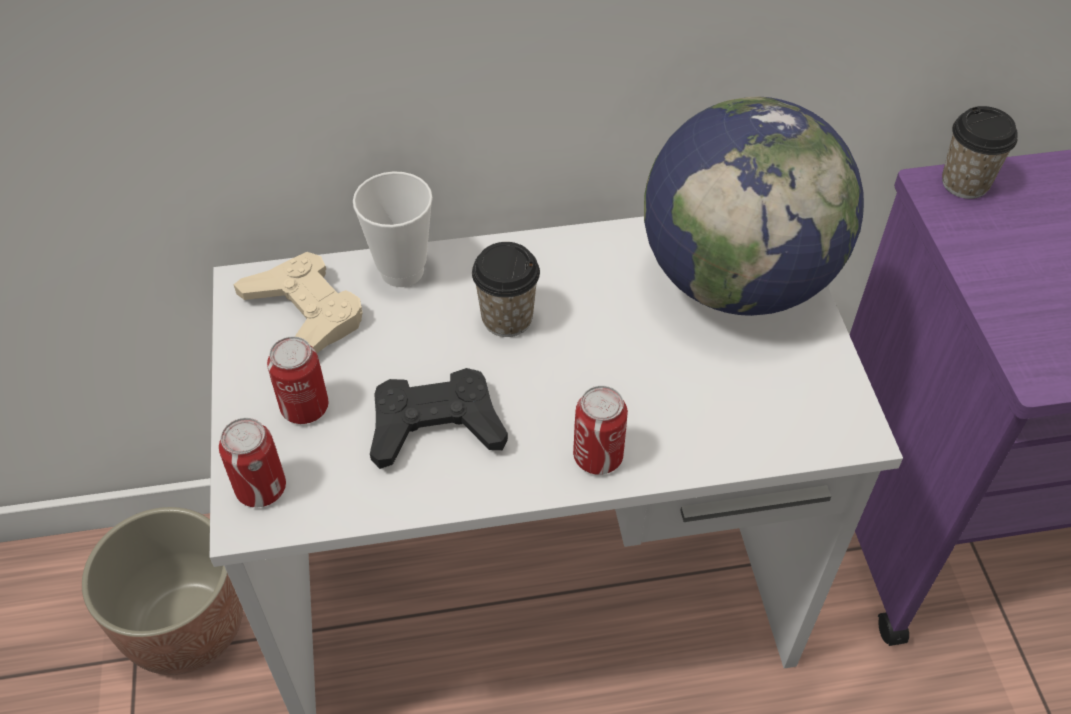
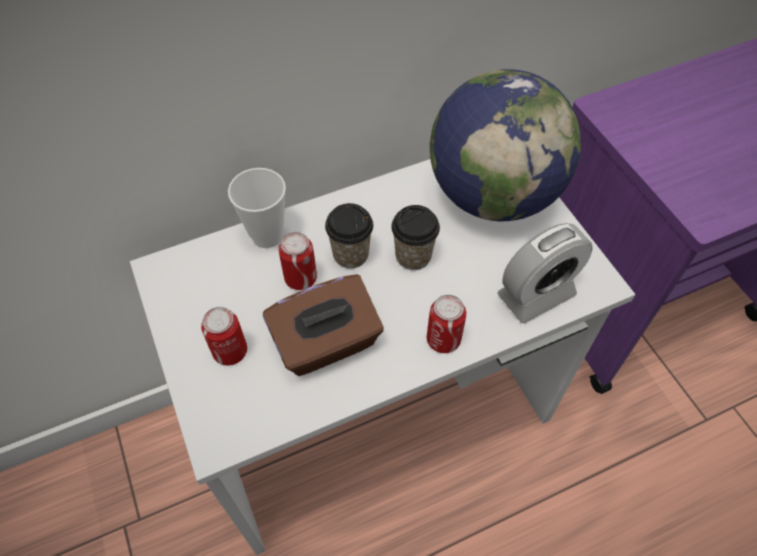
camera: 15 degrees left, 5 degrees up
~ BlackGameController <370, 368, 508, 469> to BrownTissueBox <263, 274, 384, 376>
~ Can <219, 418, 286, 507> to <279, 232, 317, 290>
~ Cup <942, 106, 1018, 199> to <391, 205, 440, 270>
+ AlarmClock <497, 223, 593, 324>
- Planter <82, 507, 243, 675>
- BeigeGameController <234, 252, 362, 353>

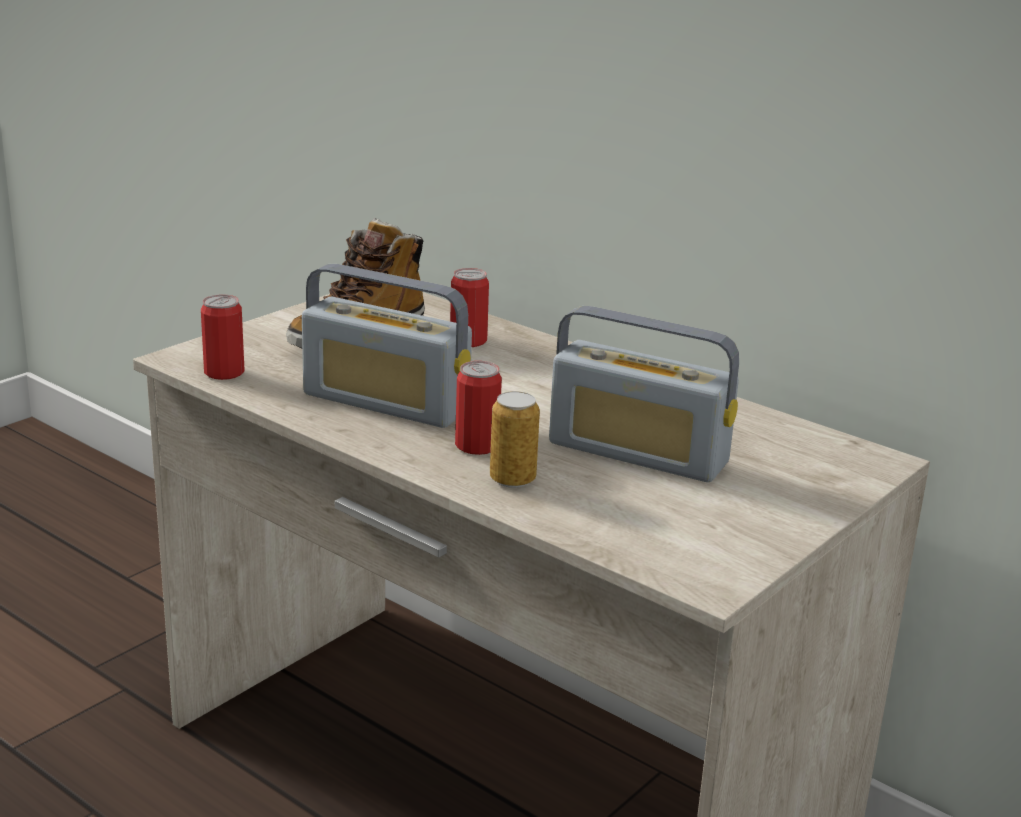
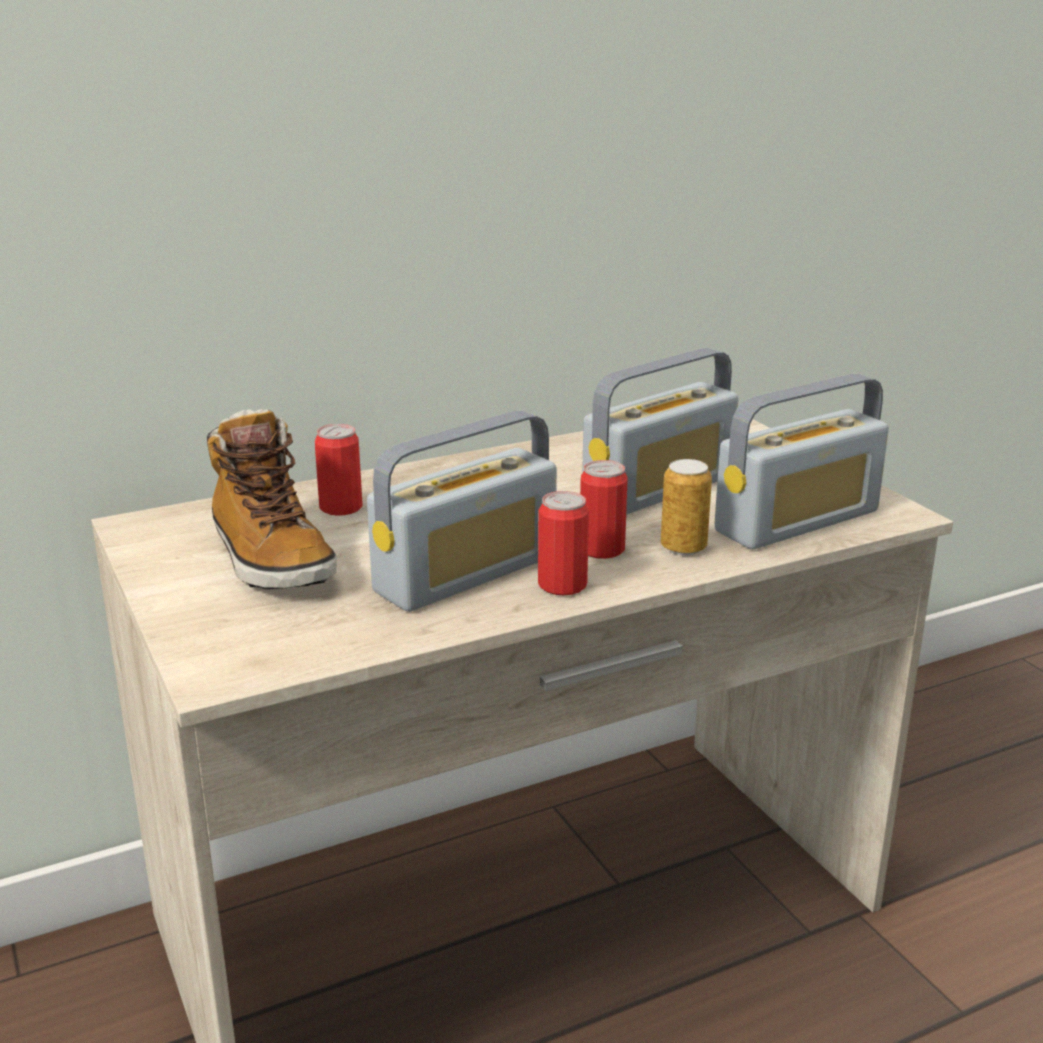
camera: 65 degrees left, 0 degrees up
~ Can <201, 294, 245, 380> to <538, 491, 589, 595>
+ Radio <714, 374, 889, 549>

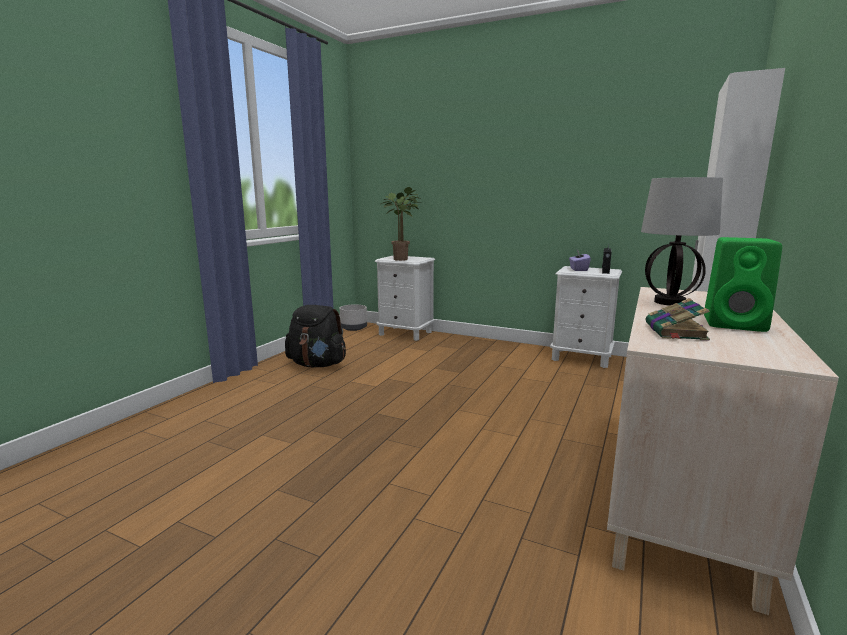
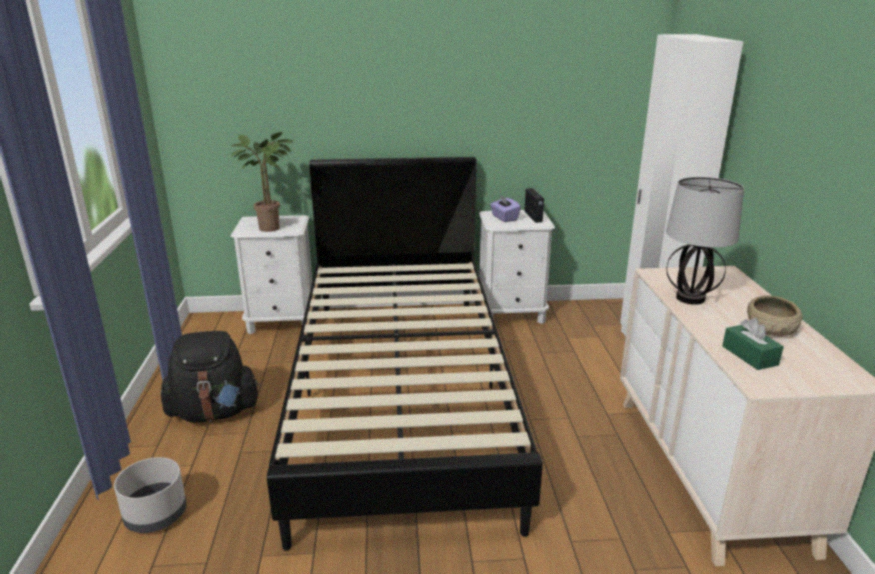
camera: 30 degrees left, 10 degrees up
~ GreyPlanter <340, 304, 367, 331> to <114, 457, 187, 533>
+ BlackBed <267, 157, 543, 551>
~ Book <646, 298, 710, 341> to GreenTissueBox <722, 318, 784, 370>
~ GreenSpeaker <704, 237, 782, 332> to BeigeBowl <747, 295, 803, 336>

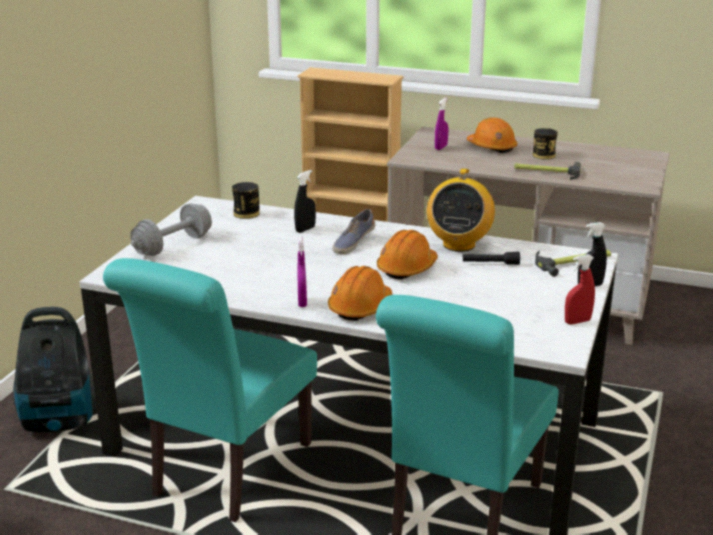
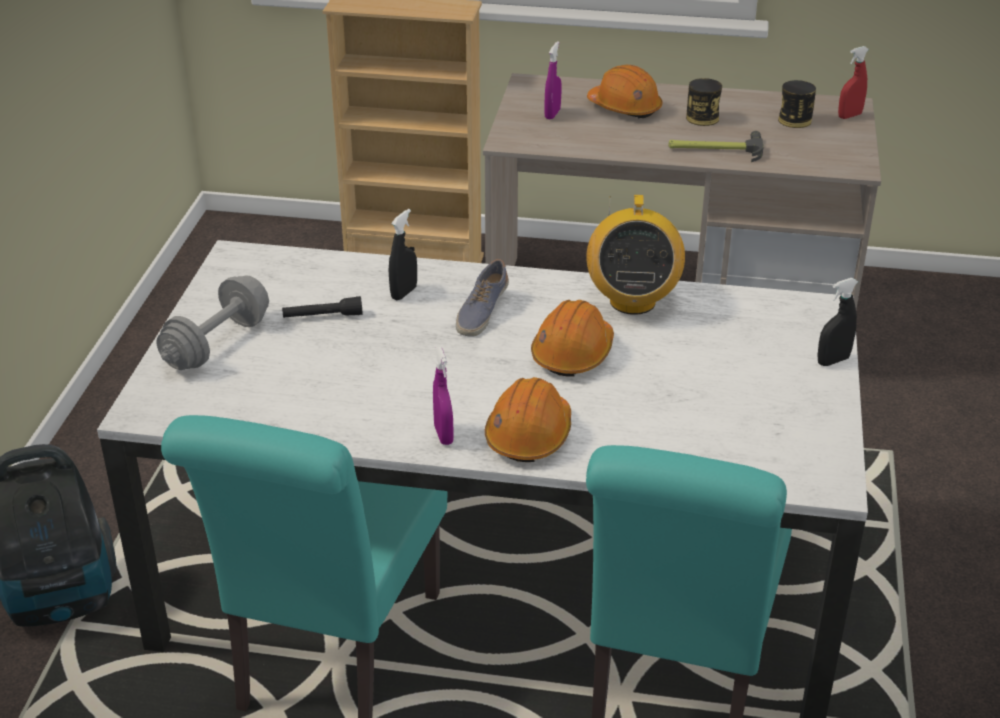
camera: 10 degrees left, 10 degrees up
~ BlackFlashlight <463, 252, 520, 265> to <282, 296, 363, 318>
~ Can <232, 182, 260, 219> to <778, 80, 816, 128>
~ RedSprayBottle <565, 254, 595, 324> to <838, 46, 869, 119>
- Hammer <535, 249, 611, 277>

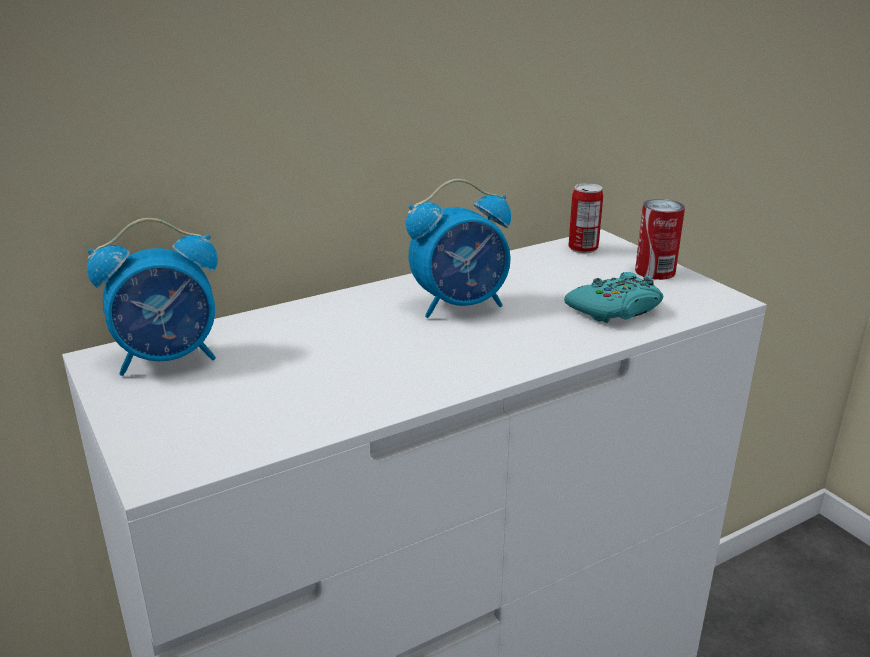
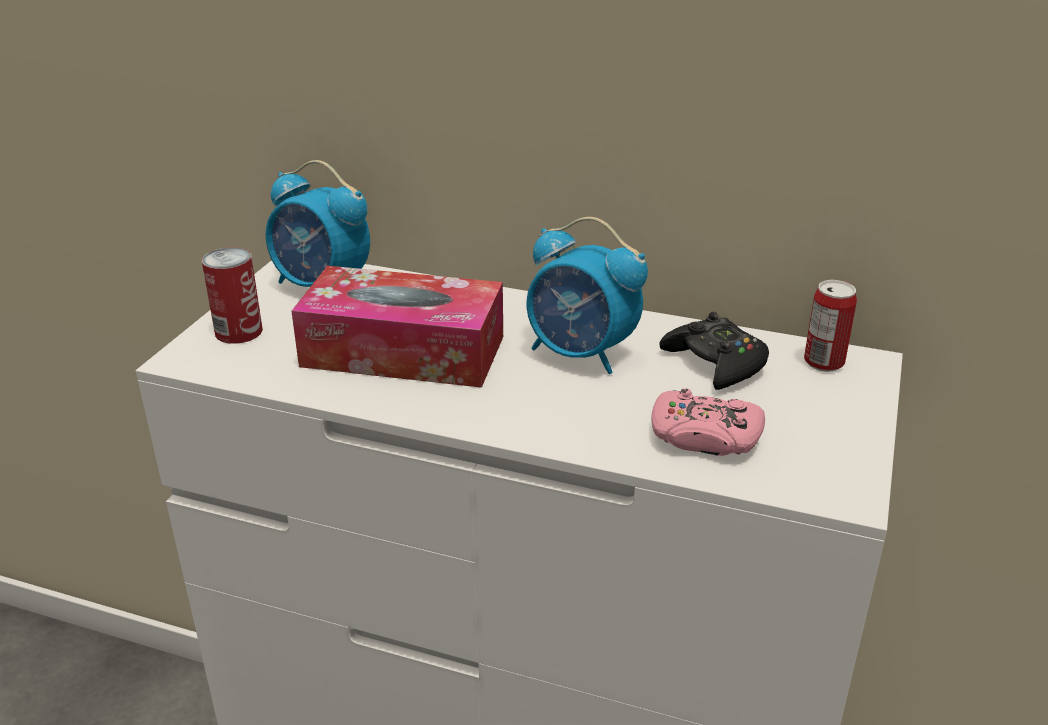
camera: 50 degrees right, 5 degrees up
~ Can <635, 199, 685, 280> to <202, 247, 263, 344>
+ TissueBox <291, 266, 503, 388>
~ TurquoiseGameController <564, 272, 663, 323> to PinkGameController <651, 388, 765, 456>
+ BlackGameController <660, 312, 769, 390>

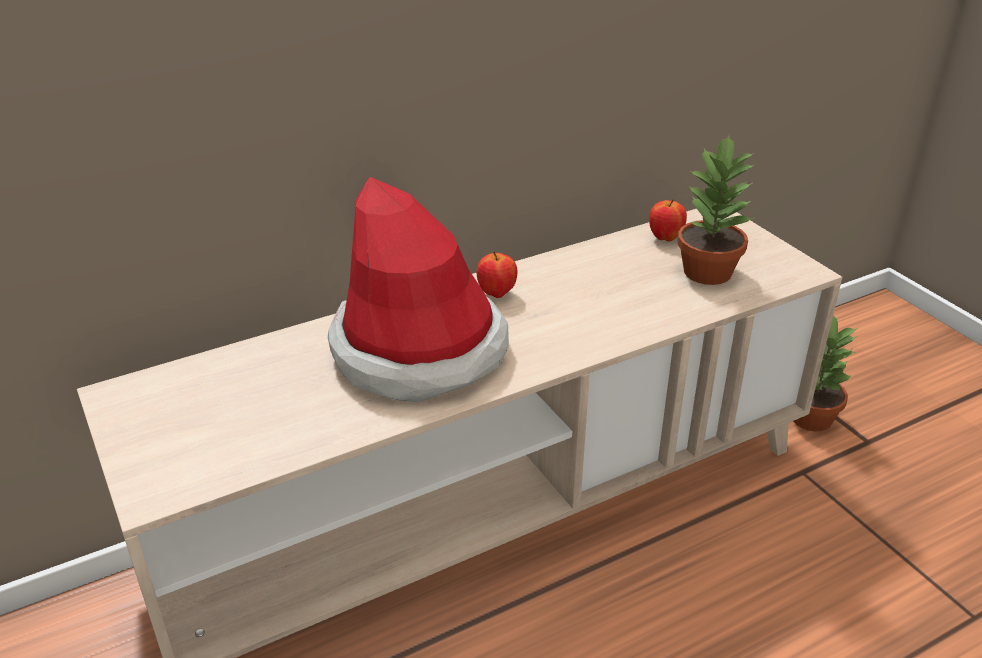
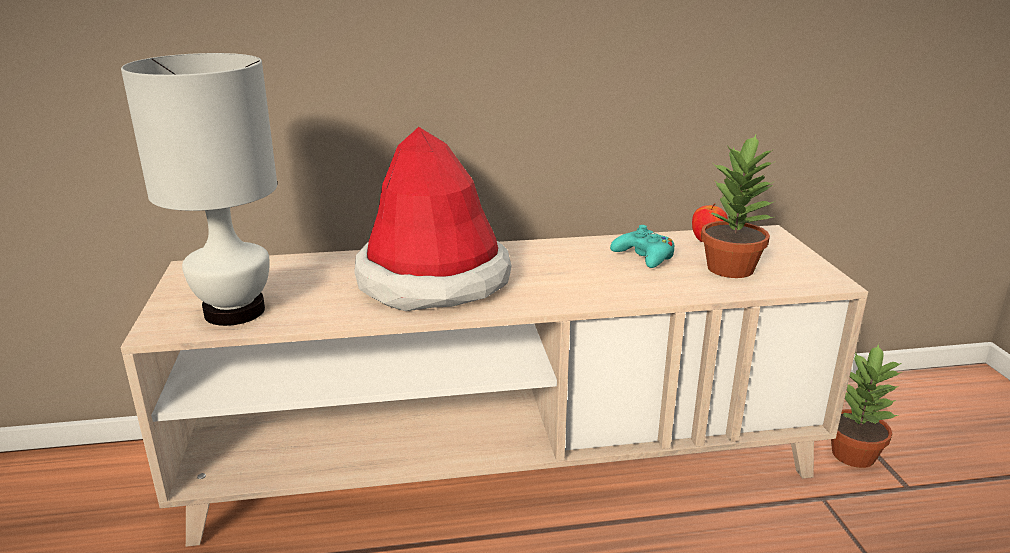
camera: 20 degrees right, 10 degrees down
+ WhiteTableLamp <121, 53, 277, 326>
+ TurquoiseGameController <610, 225, 675, 268>
- Apple <476, 251, 518, 298>

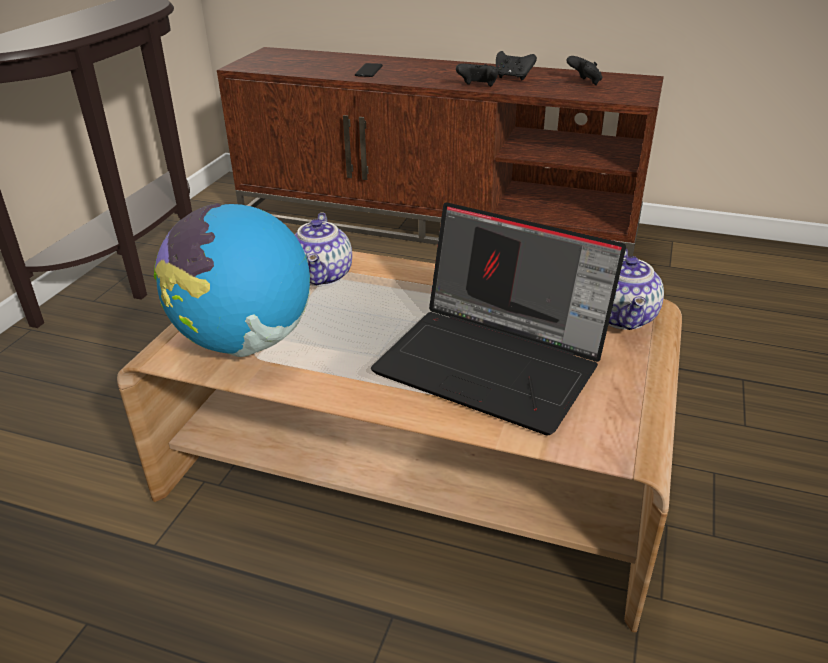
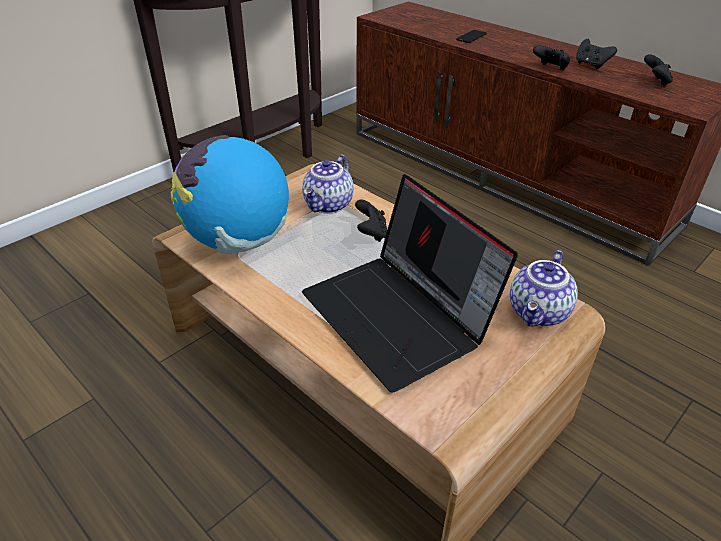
camera: 25 degrees right, 5 degrees up
+ BlackGameController <355, 200, 387, 242>

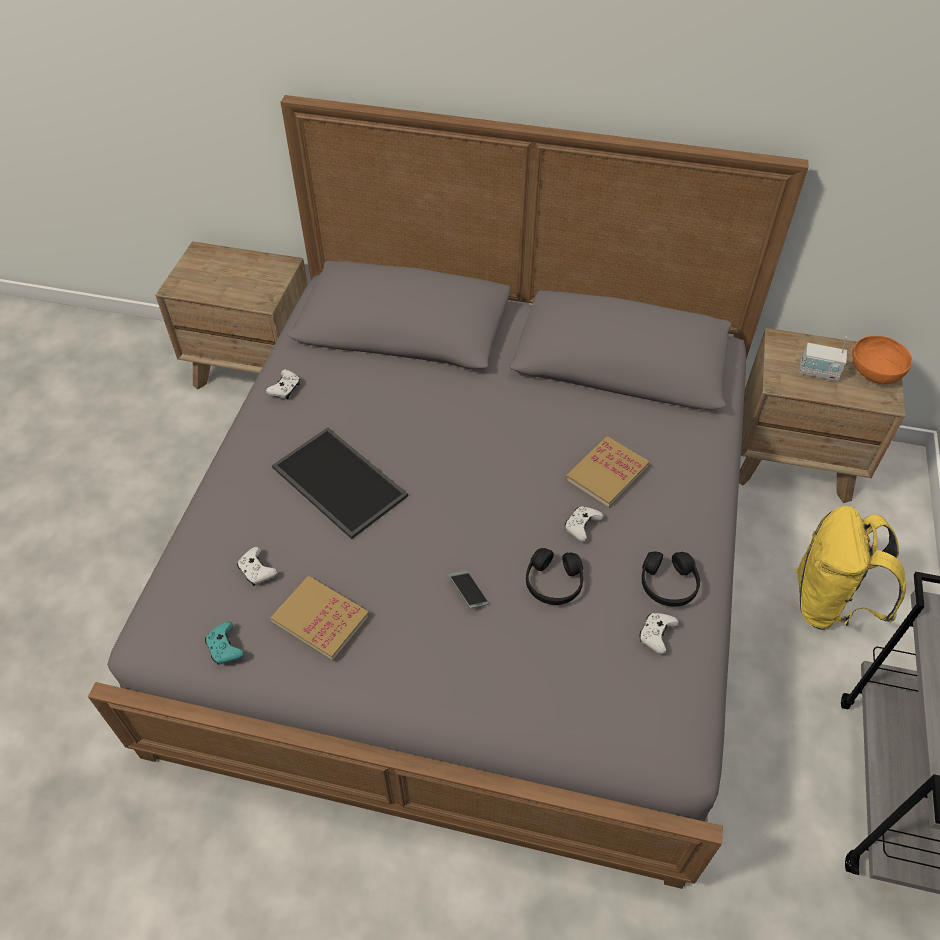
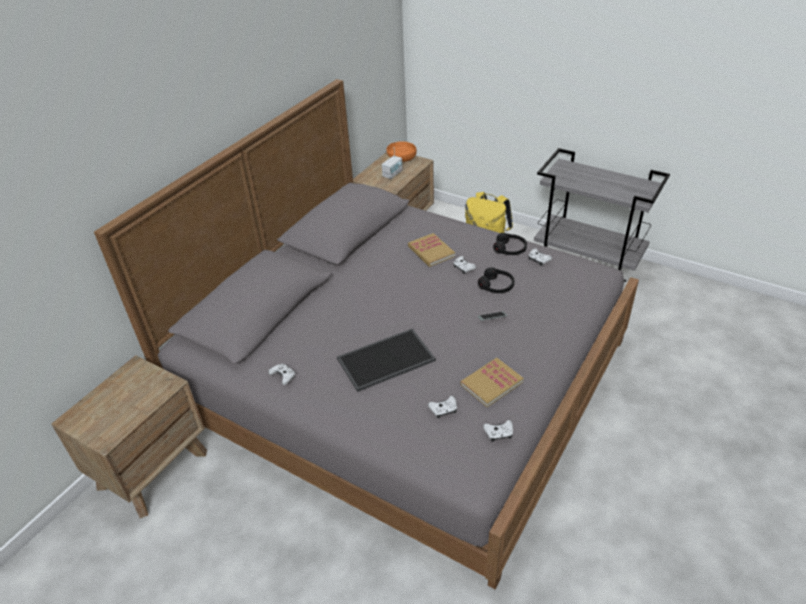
camera: 70 degrees left, 10 degrees down
~ TurquoiseGameController <205, 621, 245, 665> to WhiteGameController <483, 420, 513, 442>

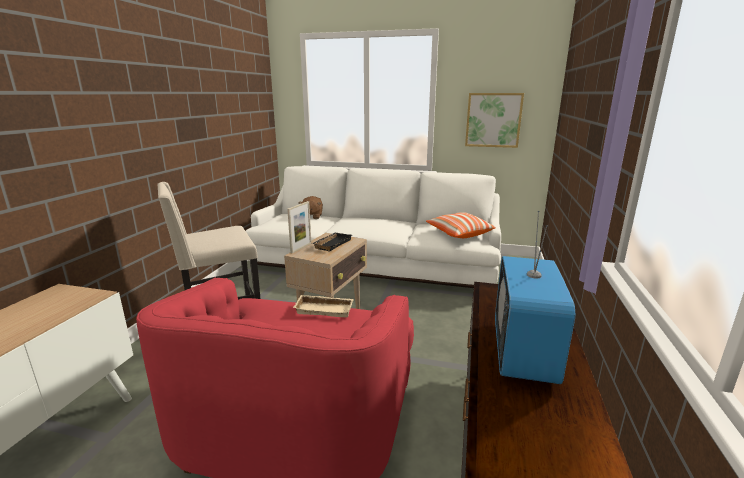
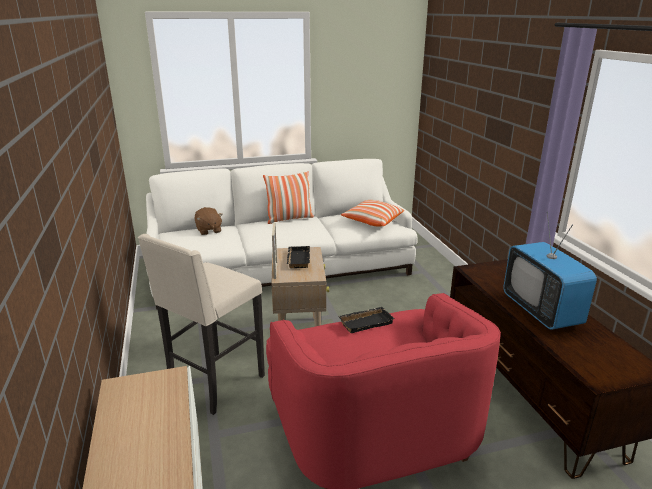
camera: 30 degrees left, 5 degrees up
+ Pillow <263, 171, 314, 224>
~ BeigeTray <293, 295, 354, 317> to BlackTray <338, 307, 395, 333>
- Picture <465, 93, 524, 148>

